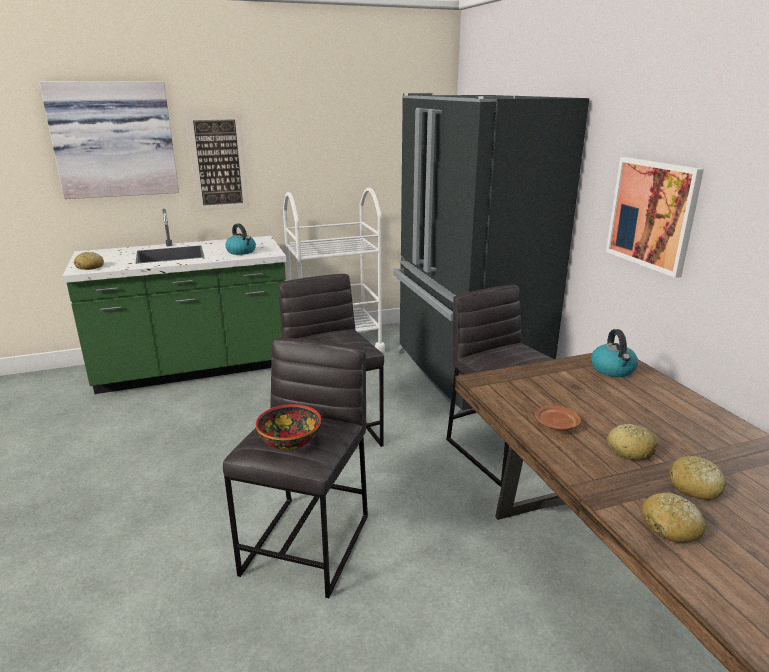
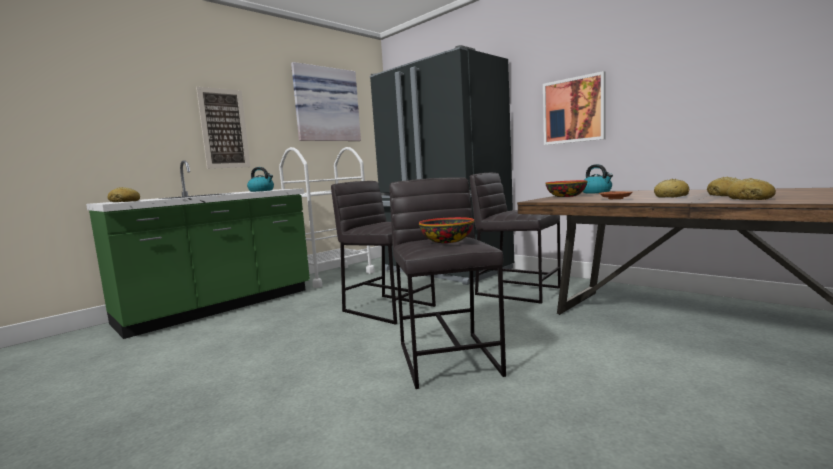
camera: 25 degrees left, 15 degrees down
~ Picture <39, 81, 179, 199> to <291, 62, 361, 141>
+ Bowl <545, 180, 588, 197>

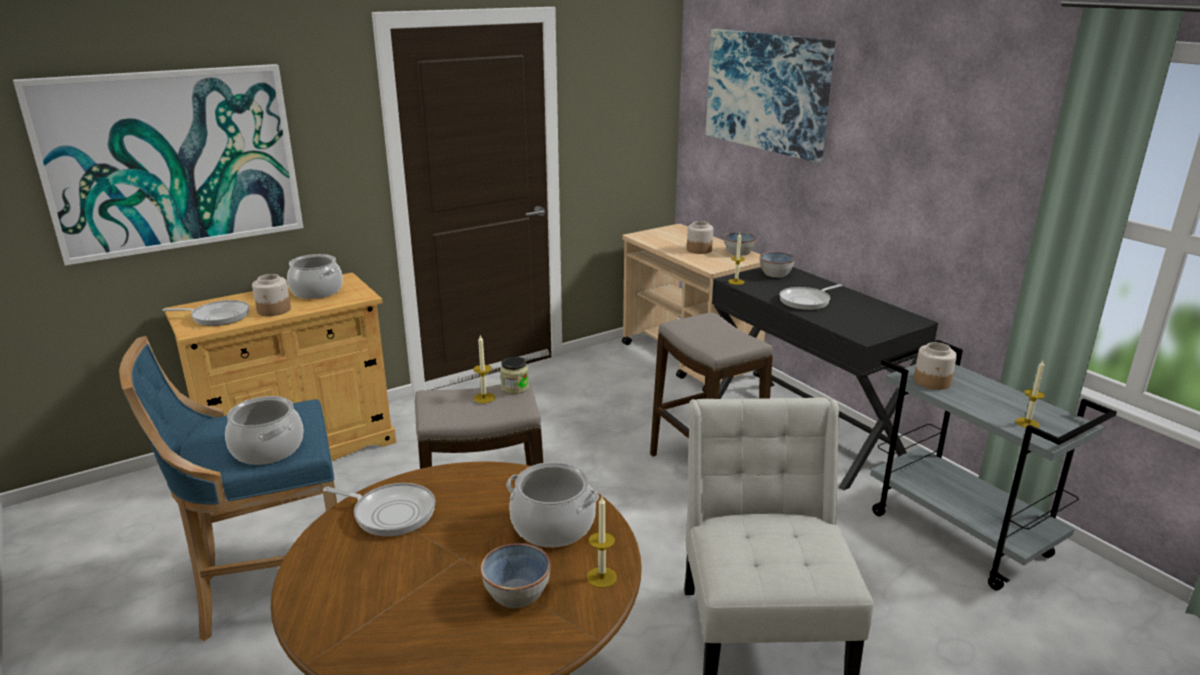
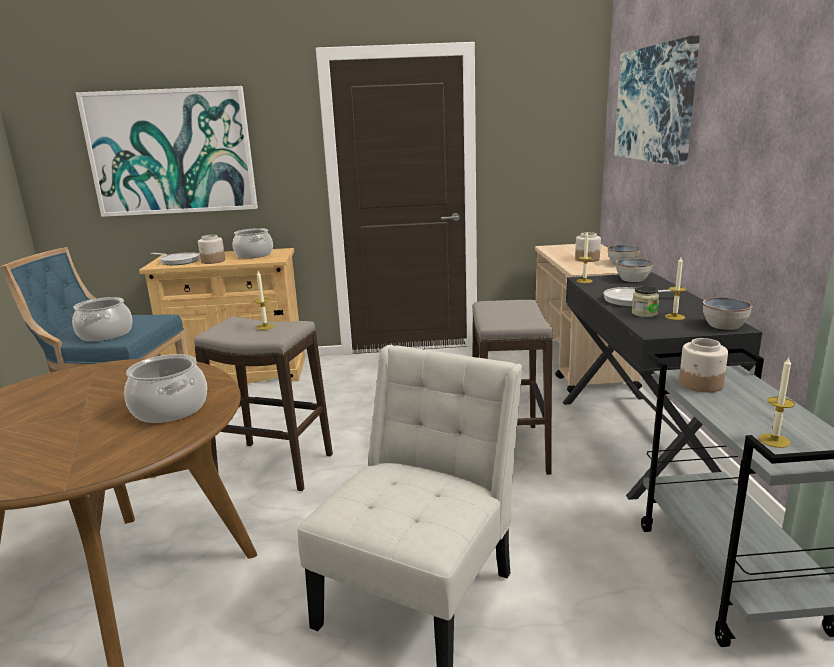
camera: 30 degrees right, 5 degrees down
~ Jar <500, 357, 529, 394> to <632, 286, 659, 317>
~ Candle <587, 497, 617, 588> to <665, 257, 687, 320>
~ Bowl <480, 543, 551, 608> to <702, 297, 753, 330>
- FryingPan <323, 483, 435, 536>

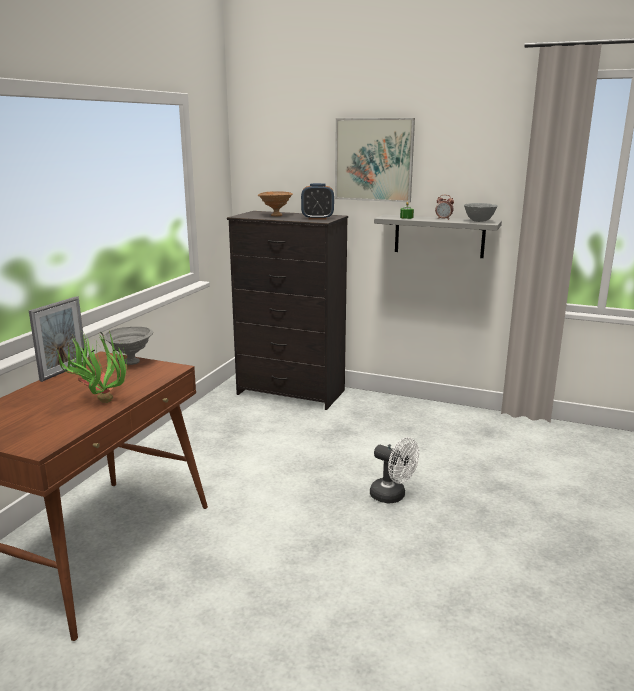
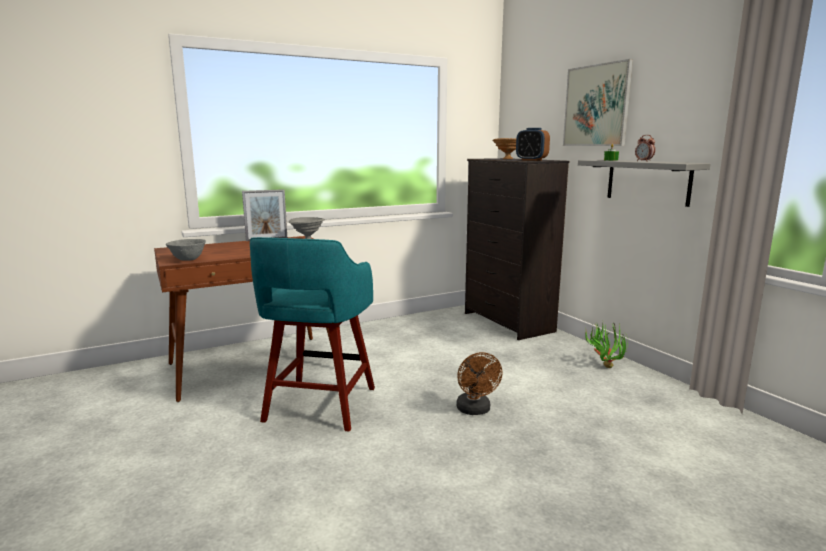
camera: 40 degrees right, 5 degrees down
~ GreyBowl <464, 203, 498, 222> to <166, 239, 206, 261>
+ TurquoiseStool <250, 237, 375, 432>
~ WhiteFan <370, 437, 419, 503> to BrownFan <457, 352, 503, 415>
~ PottedPlant <56, 329, 127, 403> to <585, 322, 627, 368>

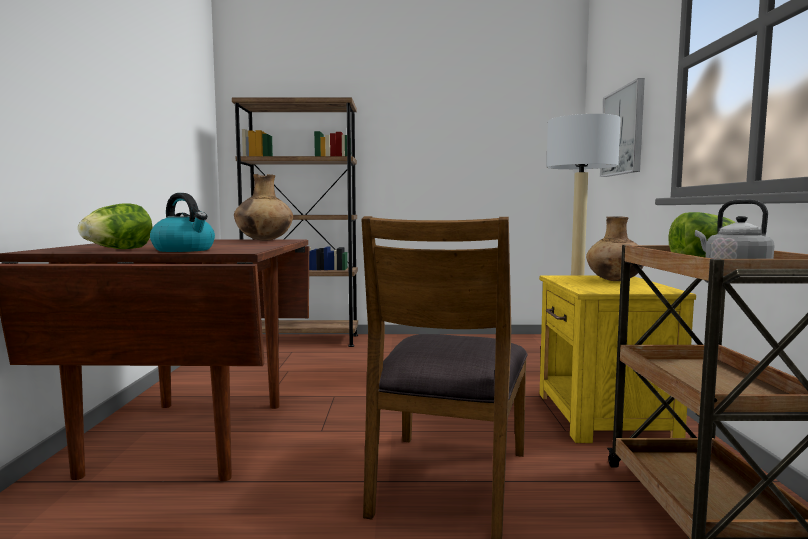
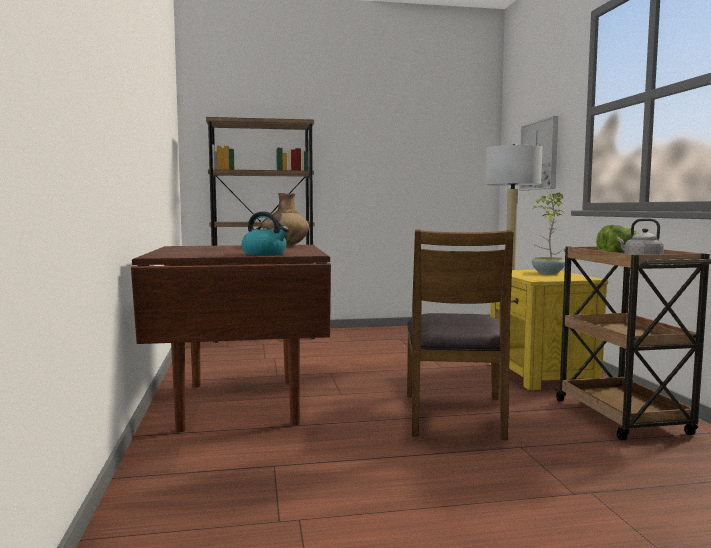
camera: 10 degrees left, 0 degrees up
~ BrownVase <586, 216, 644, 281> to PottedPlant <532, 193, 565, 274>
- Lettuce <78, 203, 153, 249>

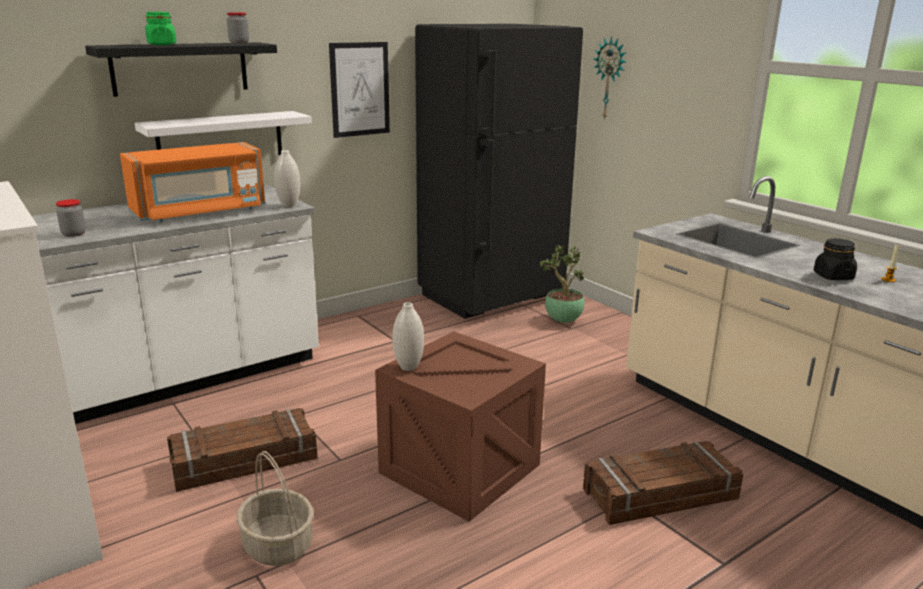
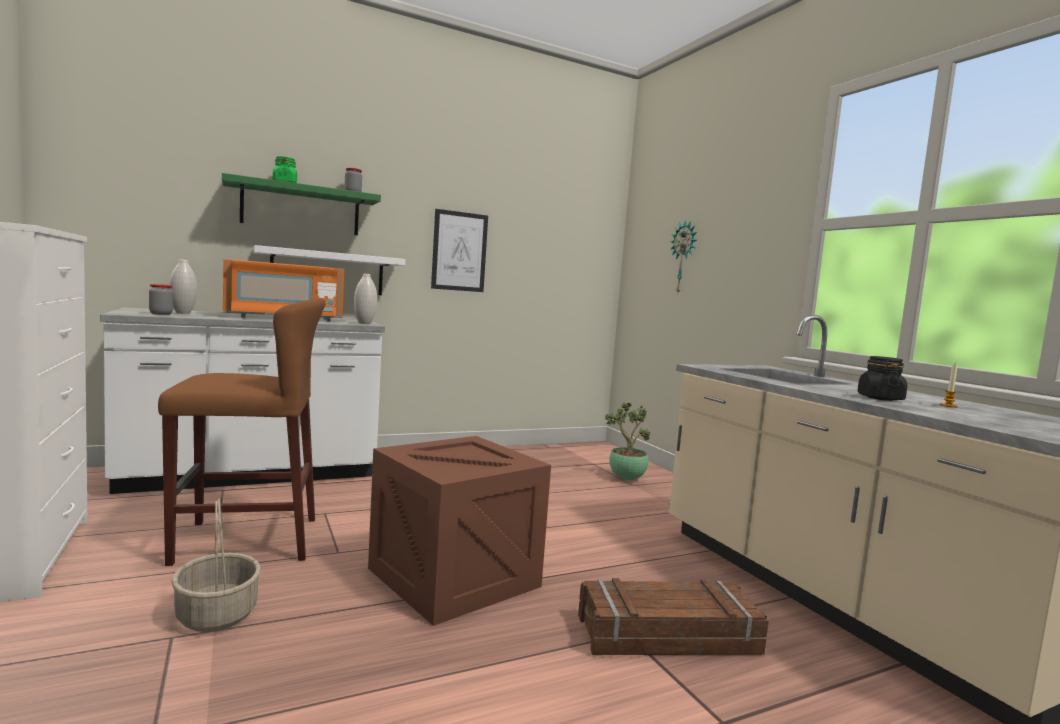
camera: 10 degrees right, 15 degrees down
~ Crate <167, 408, 318, 492> to BrownStool <158, 298, 325, 566>
~ WhiteVase <392, 302, 424, 371> to <169, 260, 197, 314>
~ BlackShelf <85, 42, 277, 97> to GreenShelf <222, 173, 381, 235>
- BlackFridge <415, 24, 583, 319>

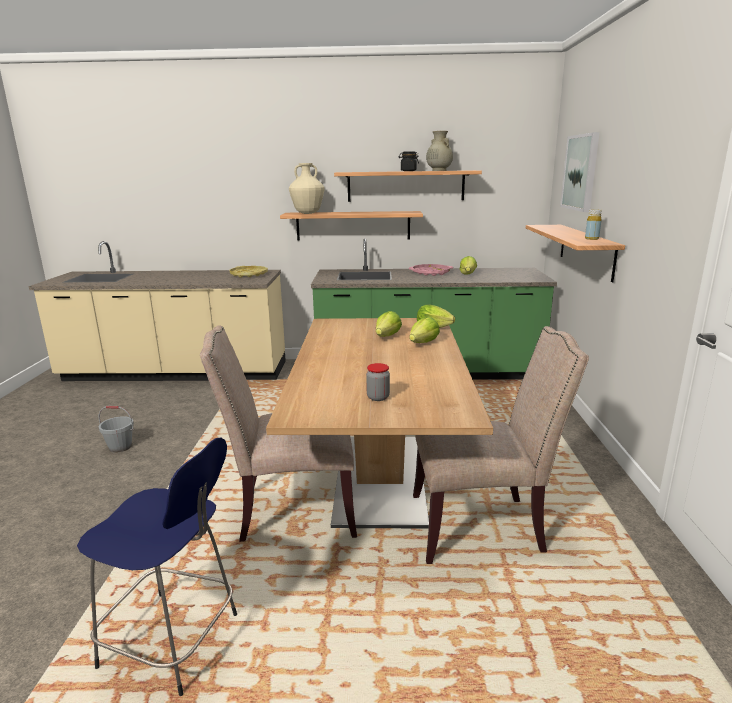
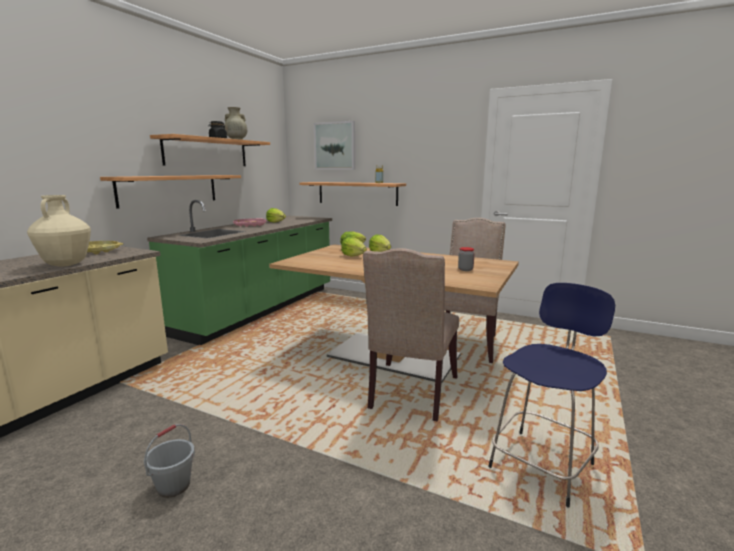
camera: 65 degrees left, 5 degrees down
~ BeigeVase <289, 163, 325, 214> to <27, 195, 91, 267>

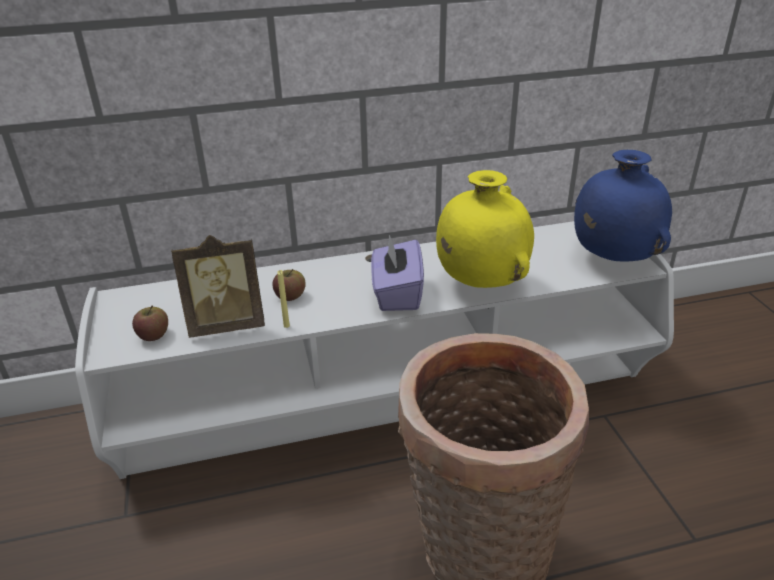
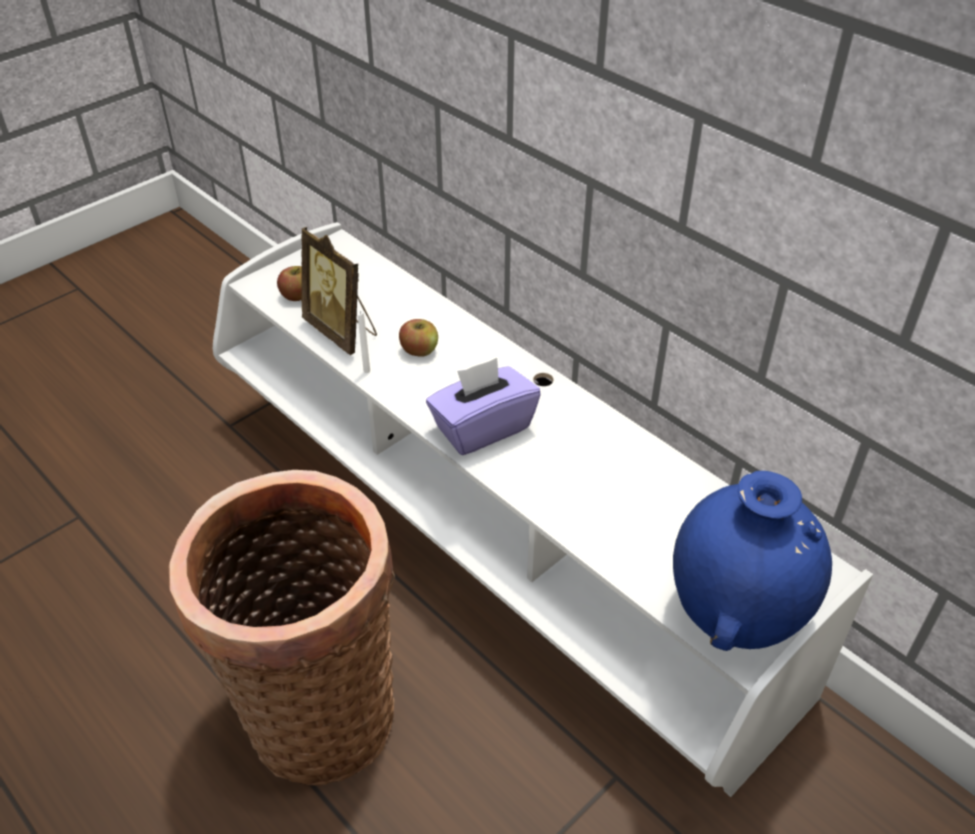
camera: 60 degrees right, 10 degrees up
~ YellowCandle <277, 270, 290, 328> to WhiteCandle <358, 311, 370, 373>
- YellowVase <436, 170, 534, 288>

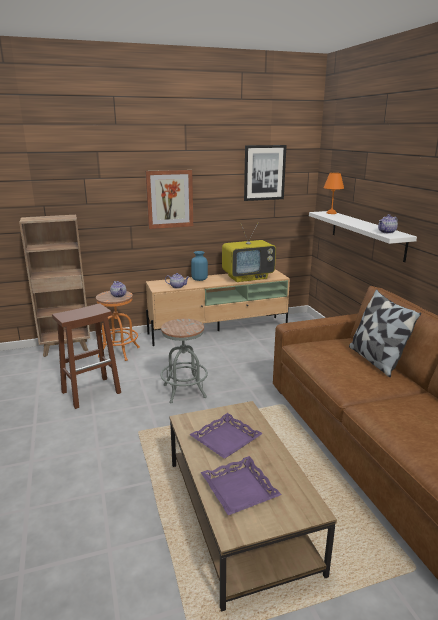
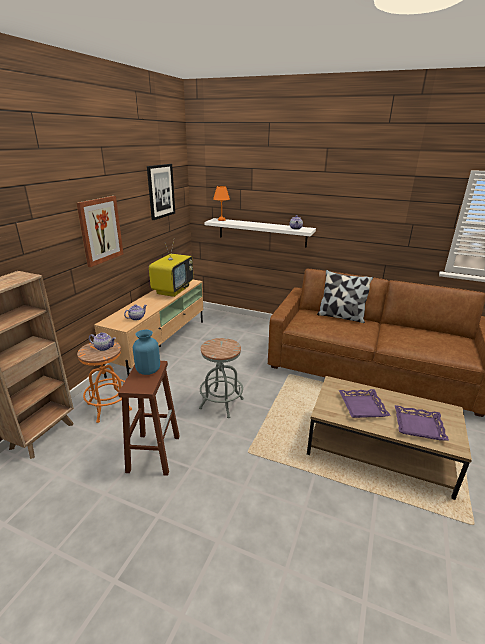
camera: 50 degrees left, 5 degrees up
~ BlueVase <191, 251, 208, 281> to <133, 330, 160, 375>

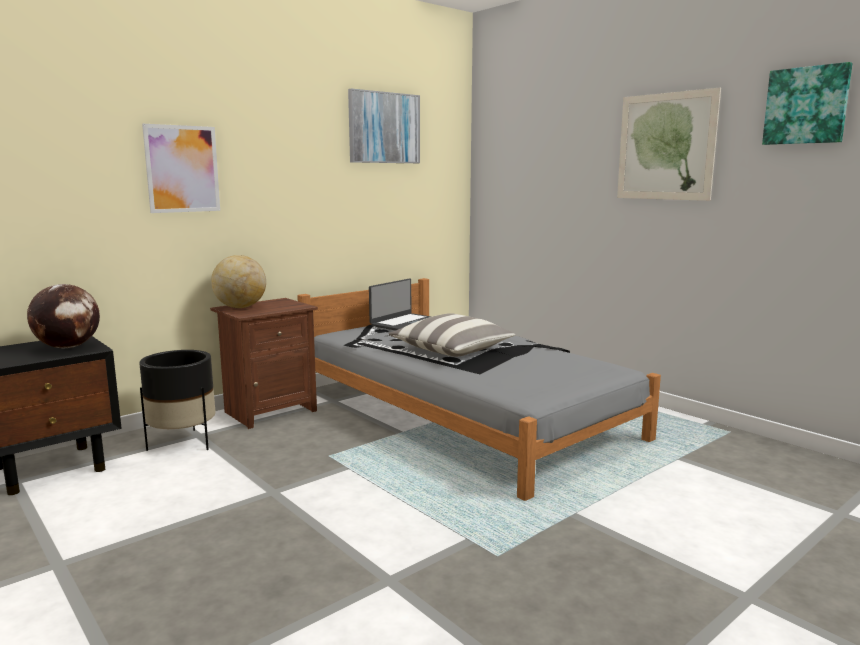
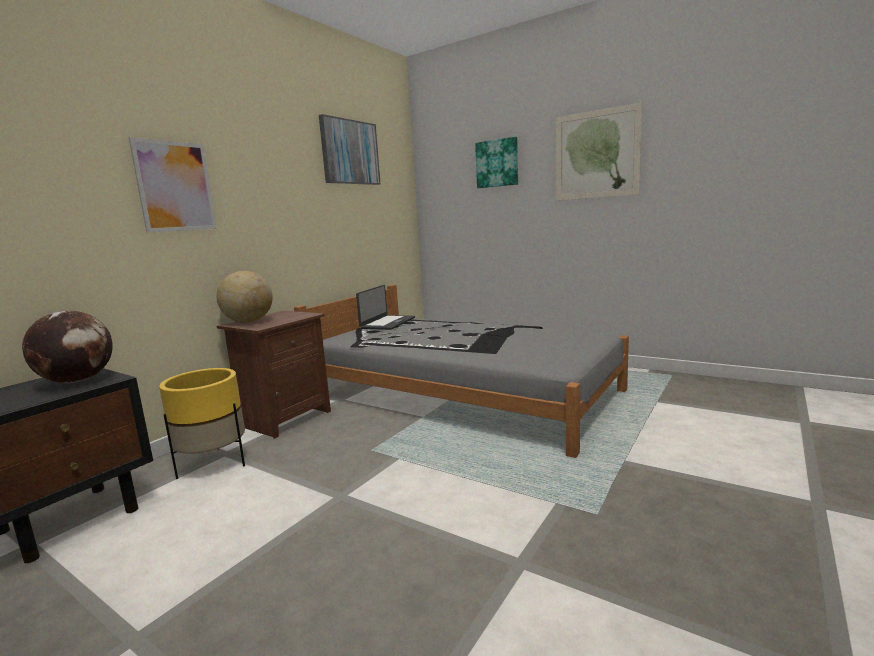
camera: 15 degrees left, 0 degrees up
~ BlackPlanter <139, 350, 216, 451> to YellowPlanter <159, 368, 245, 479>
~ Picture <762, 62, 852, 145> to <475, 137, 518, 188>
- Pillow <389, 313, 516, 357>

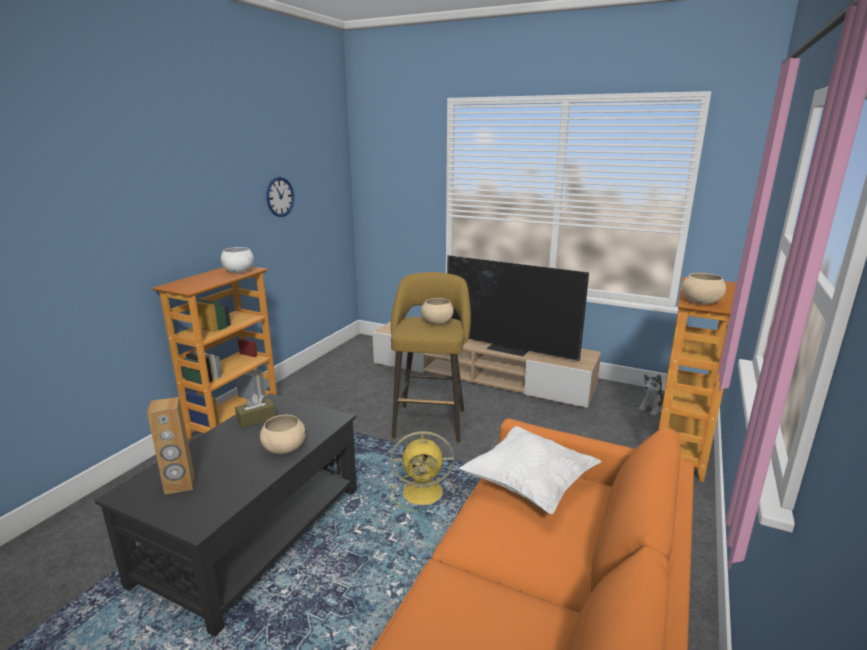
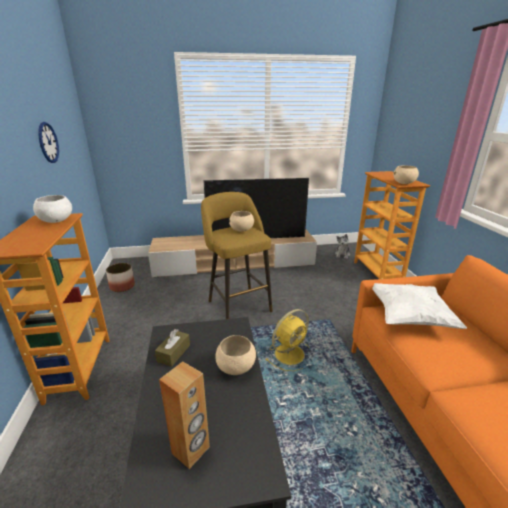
camera: 35 degrees left, 5 degrees up
+ Planter <106, 263, 135, 292>

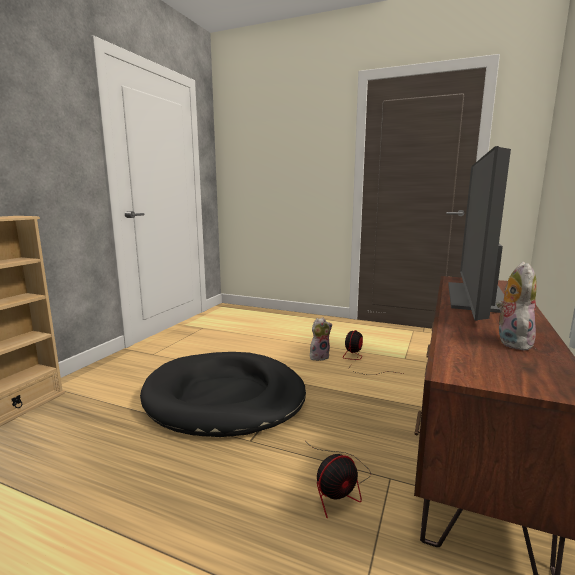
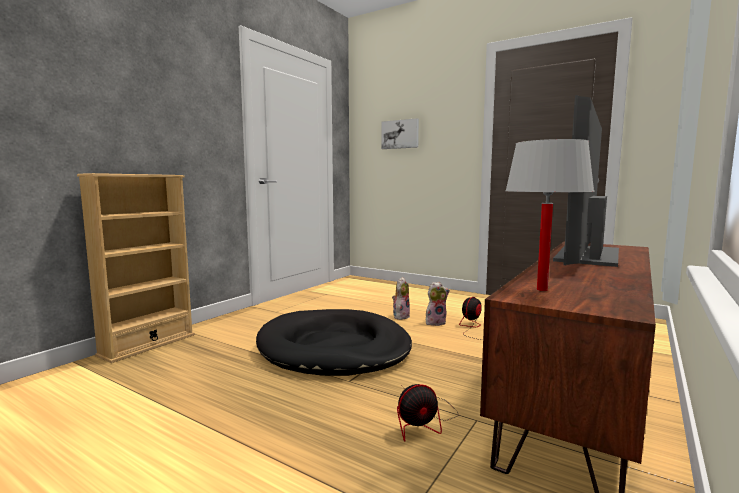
camera: 10 degrees right, 5 degrees down
+ Picture <381, 118, 419, 149>
~ PlushToy <496, 262, 537, 350> to <392, 277, 410, 320>
+ WhiteTableLamp <505, 139, 595, 291>

